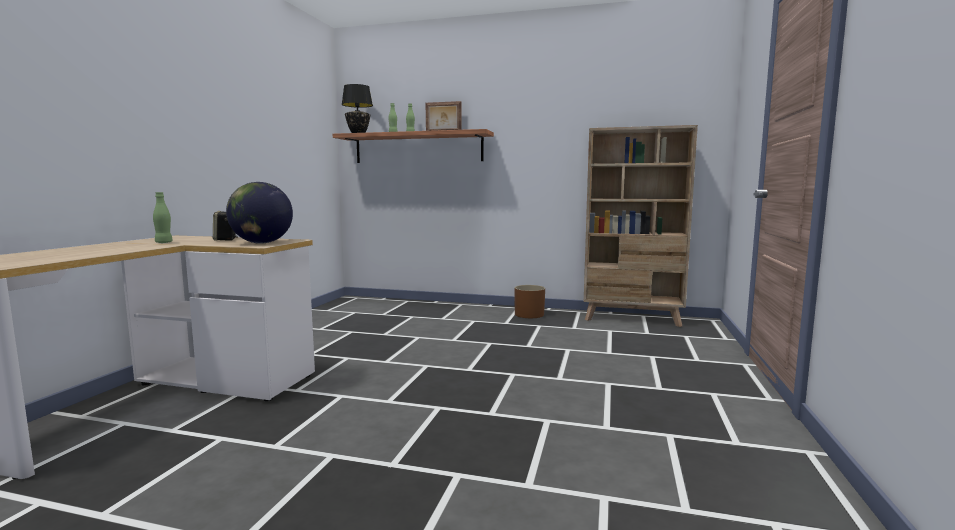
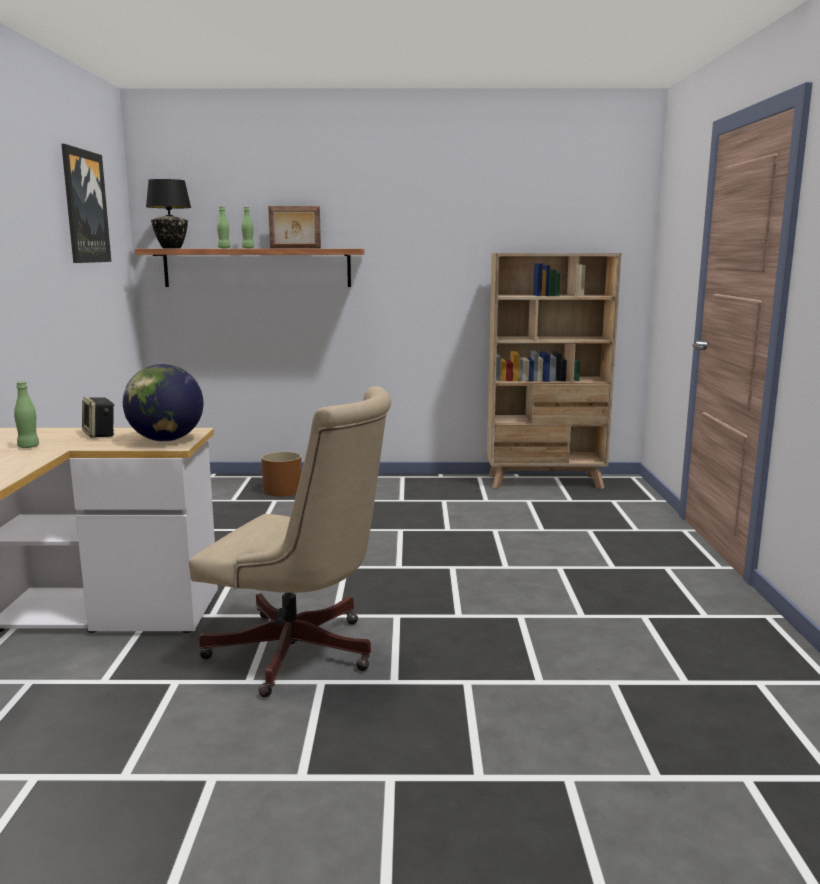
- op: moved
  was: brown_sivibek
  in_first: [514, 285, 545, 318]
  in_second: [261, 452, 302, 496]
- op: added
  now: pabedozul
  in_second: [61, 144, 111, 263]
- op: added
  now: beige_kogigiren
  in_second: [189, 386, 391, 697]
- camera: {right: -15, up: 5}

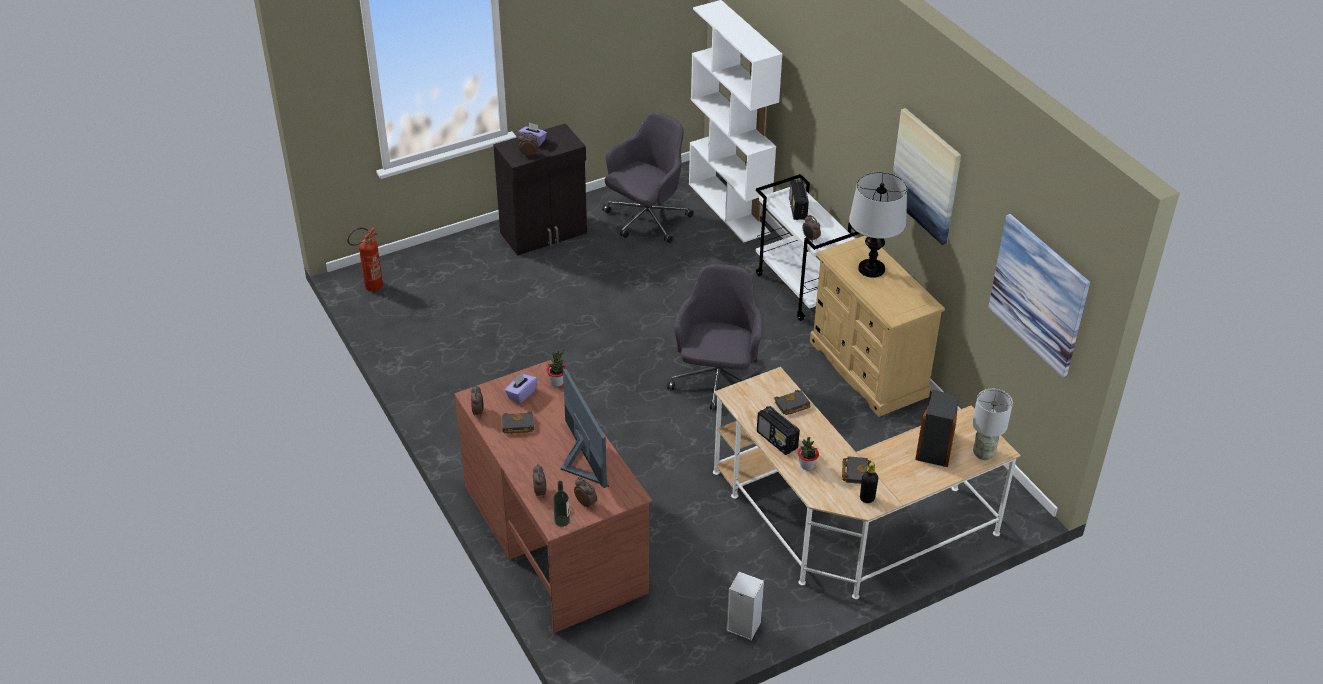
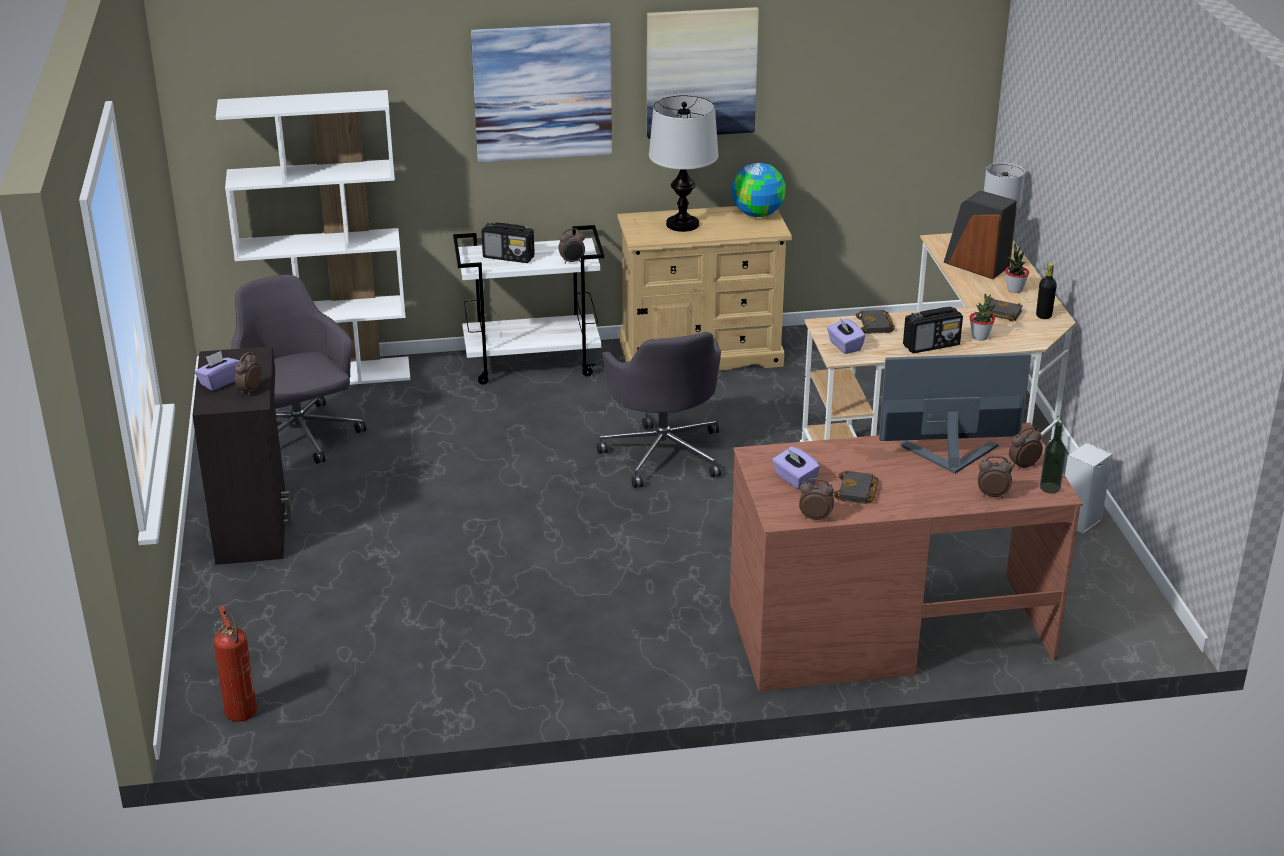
- op: moved
  was: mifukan
  in_first: [546, 350, 567, 387]
  in_second: [1005, 244, 1029, 293]
- op: turned
  was: grey_kogigiren
  in_first: [667, 264, 763, 410]
  in_second: [597, 332, 721, 488]
  clockwise: -135
- op: moved
  was: pabedozul
  in_first: [988, 214, 1090, 377]
  in_second: [471, 23, 612, 162]
- op: added
  now: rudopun
  in_second: [732, 163, 786, 217]
- op: added
  now: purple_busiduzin
  in_second: [827, 318, 865, 354]
- camera: {right: -70, up: -10}

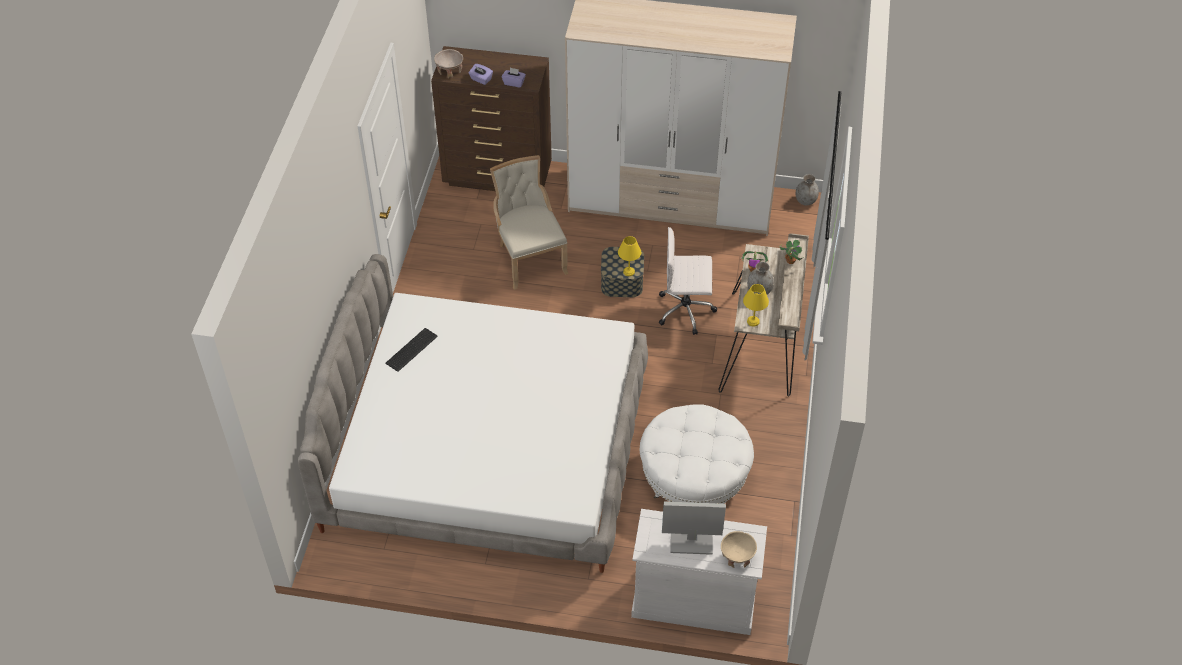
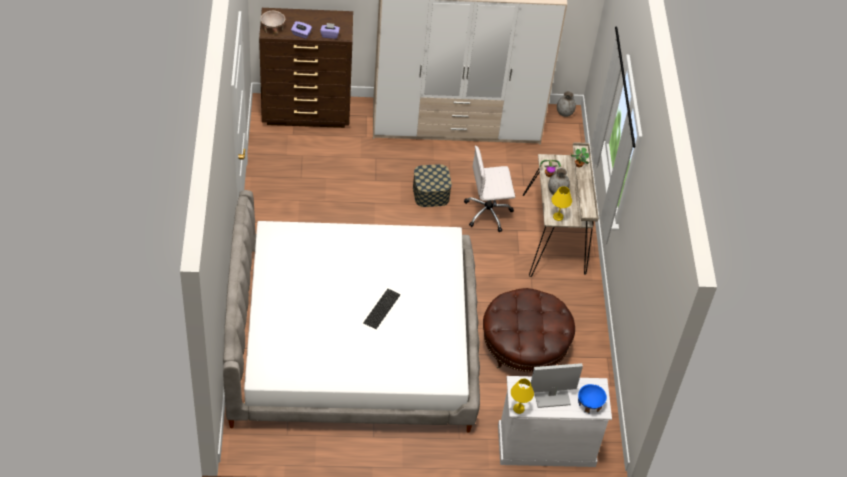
- op: moved
  was: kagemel
  in_first: [385, 328, 438, 372]
  in_second: [363, 289, 400, 329]
- op: removed
  was: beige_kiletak
  in_first: [490, 155, 568, 290]
- op: moved
  was: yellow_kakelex
  in_first: [618, 236, 641, 276]
  in_second: [511, 378, 534, 414]
- op: recoloured
  was: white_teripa
  now: brown_teripa
  in_first: [640, 404, 754, 504]
  in_second: [483, 288, 575, 372]
- op: recoloured
  was: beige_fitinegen
  now: blue_fitinegen
  in_first: [721, 531, 757, 568]
  in_second: [578, 384, 607, 414]
- camera: {right: -15, up: 0}

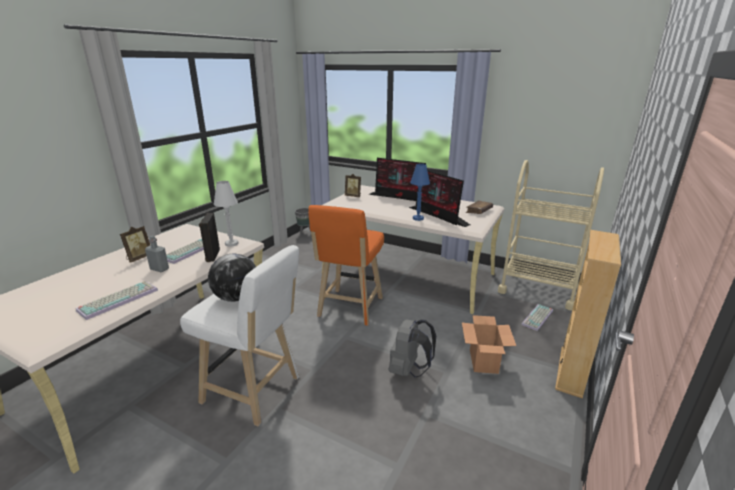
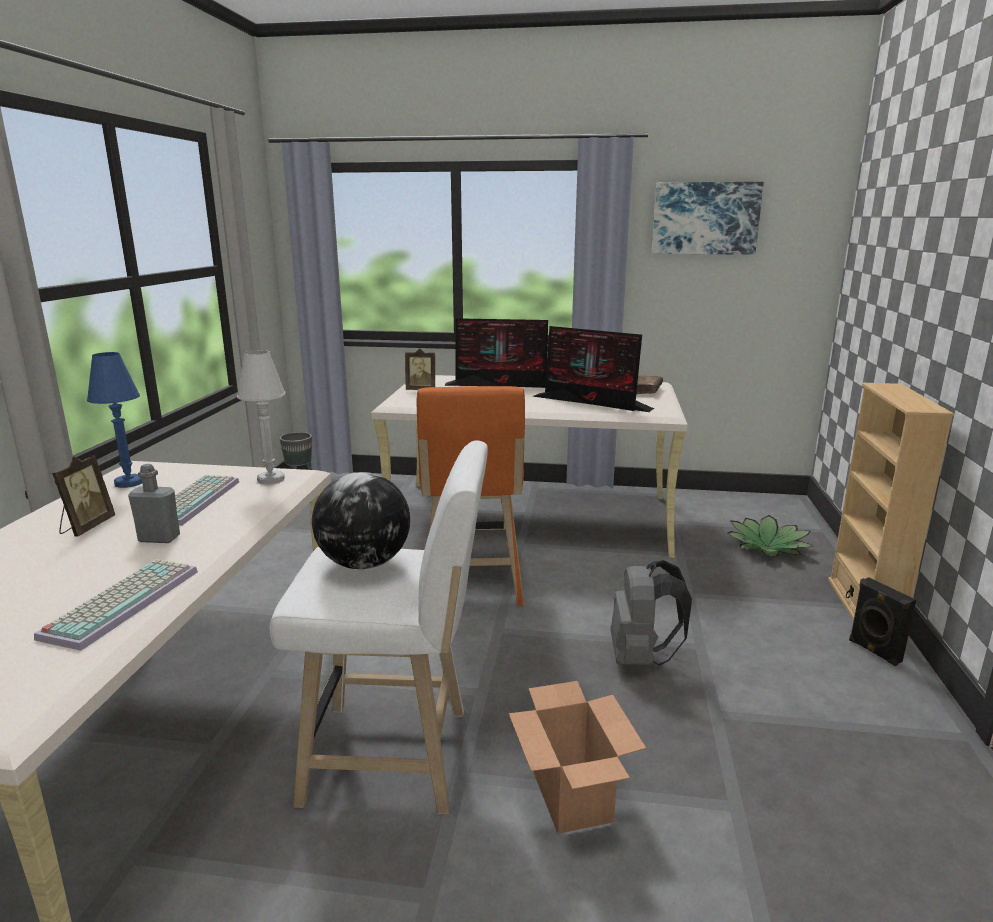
- op: moved
  was: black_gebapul
  in_first: [199, 213, 220, 262]
  in_second: [849, 577, 916, 666]
- op: moved
  was: blue_kakelex
  in_first: [410, 164, 430, 221]
  in_second: [87, 352, 142, 488]
- op: moved
  was: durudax
  in_first: [462, 315, 516, 374]
  in_second: [509, 681, 646, 834]
- op: removed
  was: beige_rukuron
  in_first: [498, 160, 604, 310]
- op: replaced
  was: kagemel
  now: mifukan
  in_first: [521, 304, 553, 331]
  in_second: [727, 515, 813, 557]
- op: added
  now: pabedozul
  in_second: [652, 182, 764, 255]
- camera: {right: -20, up: -5}

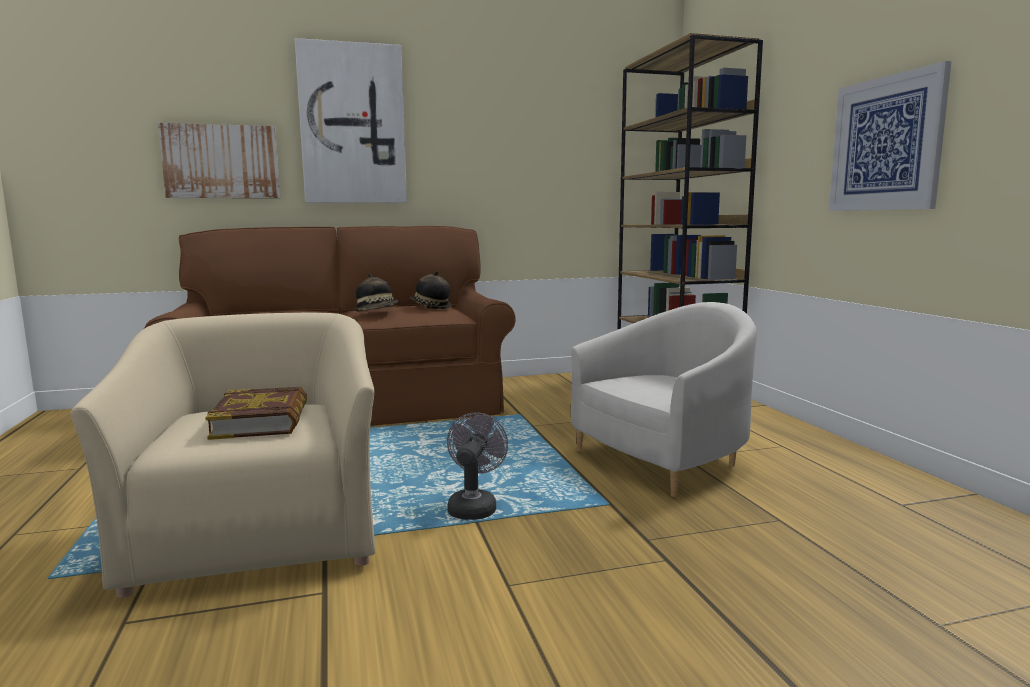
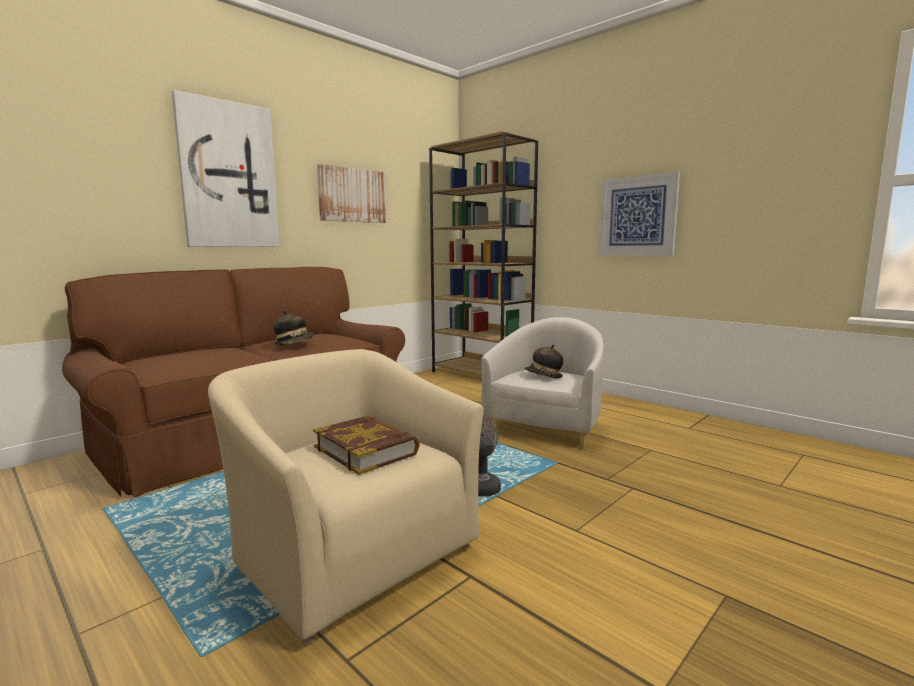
- op: moved
  was: pabedozul
  in_first: [158, 123, 280, 198]
  in_second: [317, 164, 387, 223]
- op: moved
  was: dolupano
  in_first: [410, 271, 452, 309]
  in_second: [525, 345, 563, 378]
- camera: {right: -30, up: 0}

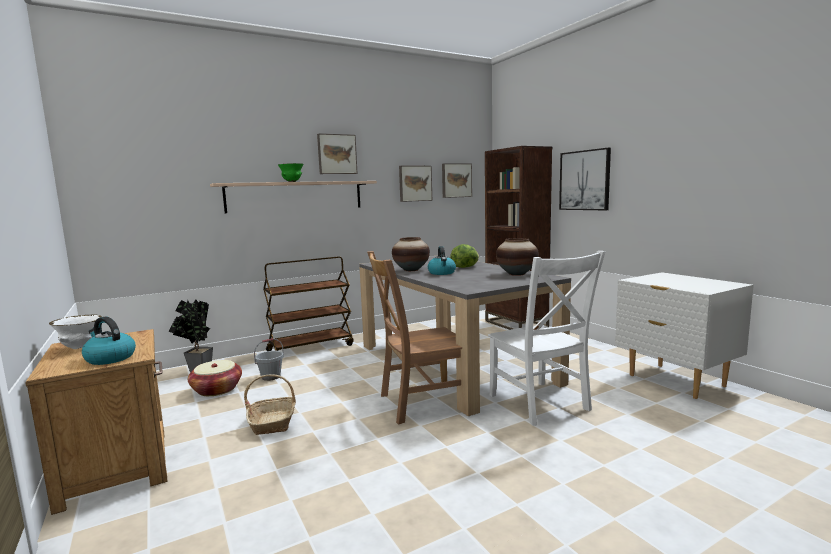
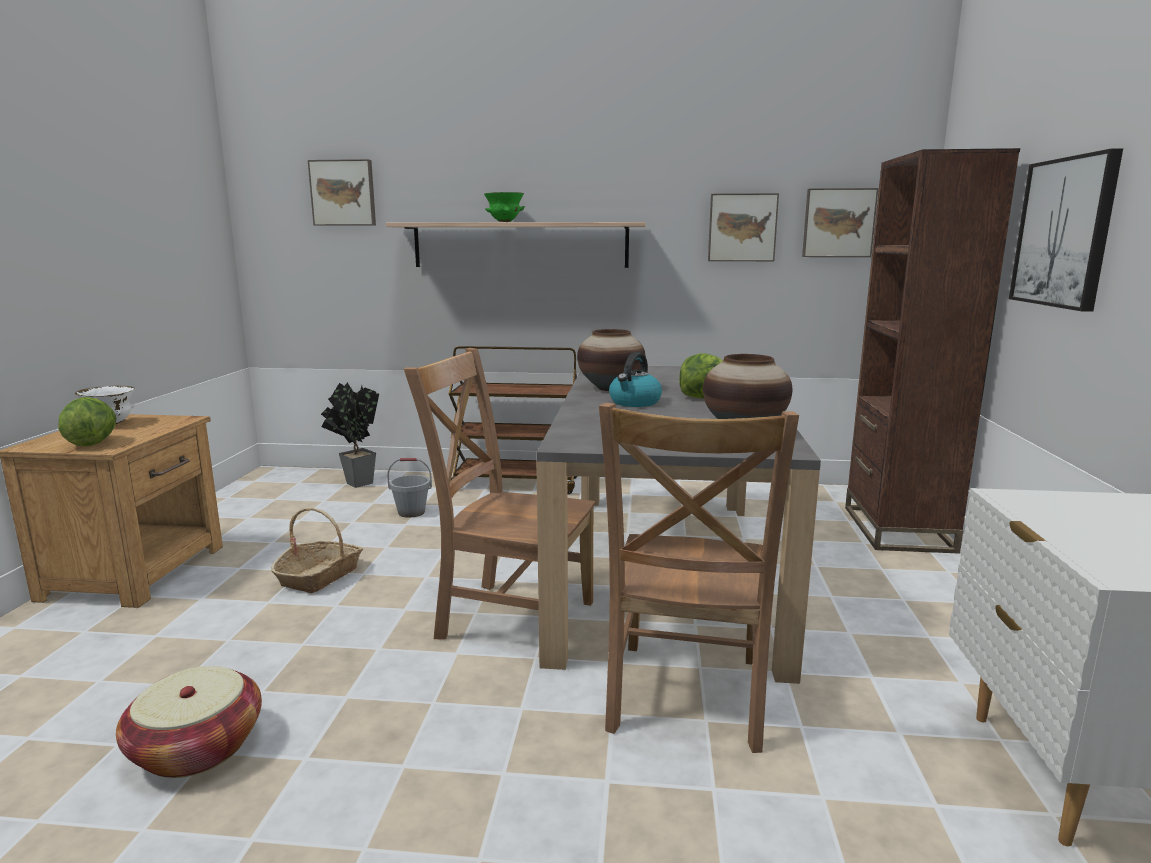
- op: replaced
  was: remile
  now: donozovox
  in_first: [82, 317, 136, 365]
  in_second: [58, 397, 116, 446]
- op: moved
  was: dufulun
  in_first: [188, 360, 242, 396]
  in_second: [116, 666, 262, 778]
- op: moved
  was: pabedozul
  in_first: [317, 133, 358, 174]
  in_second: [308, 159, 376, 226]
- op: recoloured
  was: white_kiletak
  now: brown_kiletak
  in_first: [488, 251, 606, 426]
  in_second: [599, 403, 799, 753]
- camera: {right: 35, up: 5}

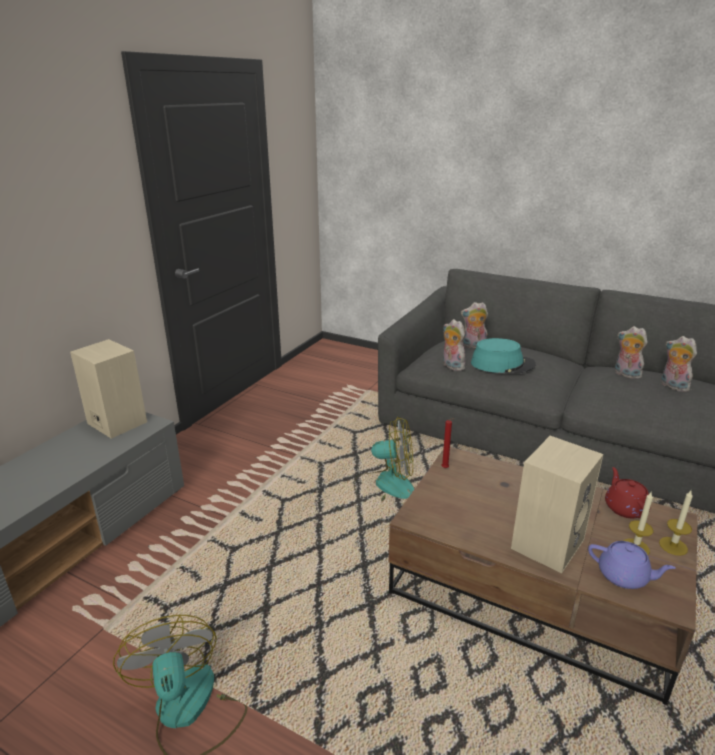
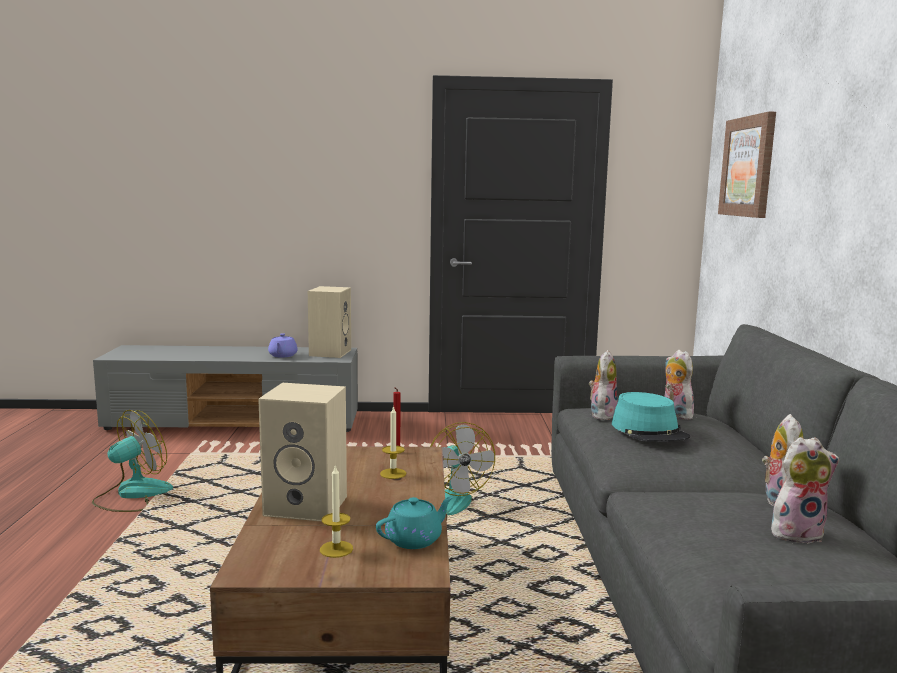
- op: moved
  was: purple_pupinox
  in_first: [588, 541, 676, 589]
  in_second: [268, 333, 298, 358]
- op: recoloured
  was: red_pupinox
  now: turquoise_pupinox
  in_first: [605, 467, 651, 518]
  in_second: [376, 496, 453, 549]
- op: moved
  was: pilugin
  in_first: [659, 491, 693, 556]
  in_second: [380, 406, 406, 479]
- op: turned
  was: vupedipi
  in_first: [661, 336, 697, 392]
  in_second: [771, 437, 840, 544]
  clockwise: 60
- op: added
  now: pabedozul
  in_second: [718, 112, 776, 218]
- camera: {right: 60, up: -15}

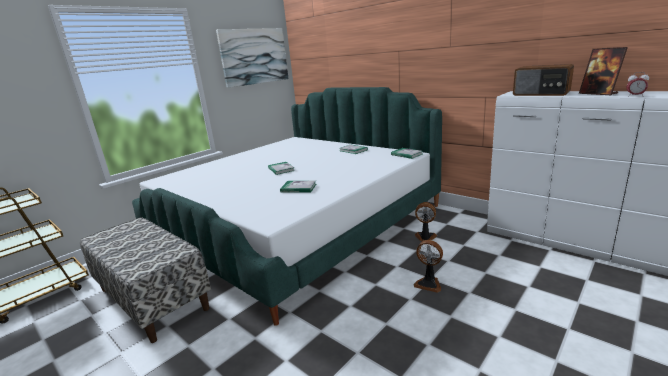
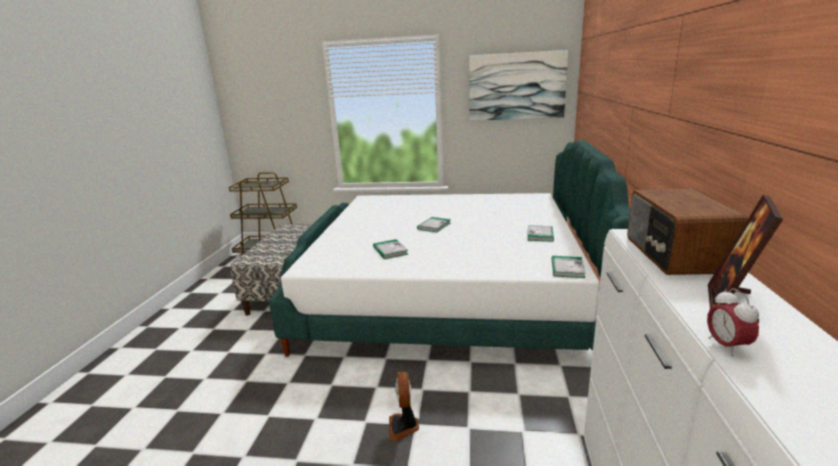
- op: removed
  was: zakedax
  in_first: [415, 202, 437, 241]
- camera: {right: 55, up: 0}

